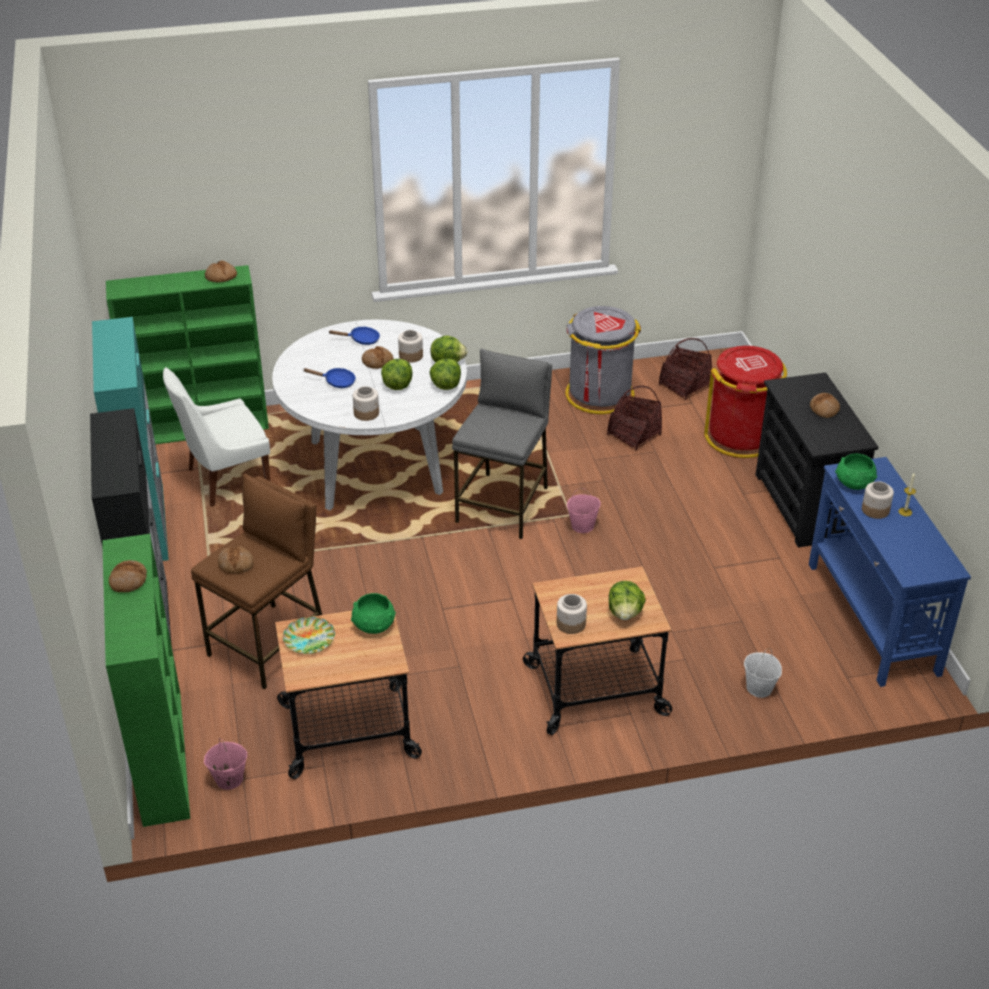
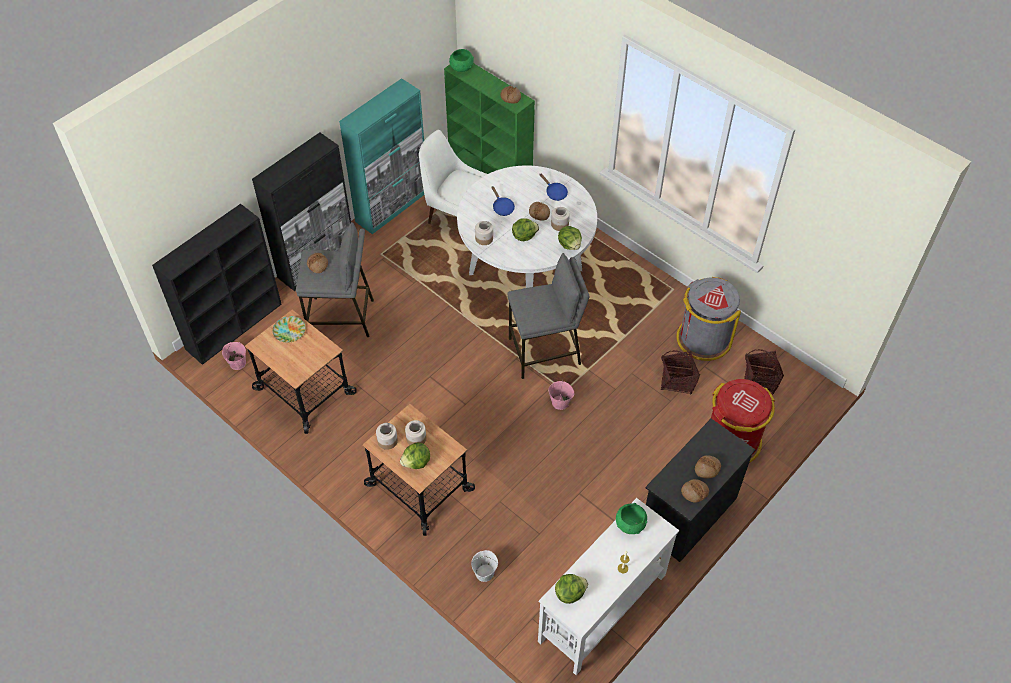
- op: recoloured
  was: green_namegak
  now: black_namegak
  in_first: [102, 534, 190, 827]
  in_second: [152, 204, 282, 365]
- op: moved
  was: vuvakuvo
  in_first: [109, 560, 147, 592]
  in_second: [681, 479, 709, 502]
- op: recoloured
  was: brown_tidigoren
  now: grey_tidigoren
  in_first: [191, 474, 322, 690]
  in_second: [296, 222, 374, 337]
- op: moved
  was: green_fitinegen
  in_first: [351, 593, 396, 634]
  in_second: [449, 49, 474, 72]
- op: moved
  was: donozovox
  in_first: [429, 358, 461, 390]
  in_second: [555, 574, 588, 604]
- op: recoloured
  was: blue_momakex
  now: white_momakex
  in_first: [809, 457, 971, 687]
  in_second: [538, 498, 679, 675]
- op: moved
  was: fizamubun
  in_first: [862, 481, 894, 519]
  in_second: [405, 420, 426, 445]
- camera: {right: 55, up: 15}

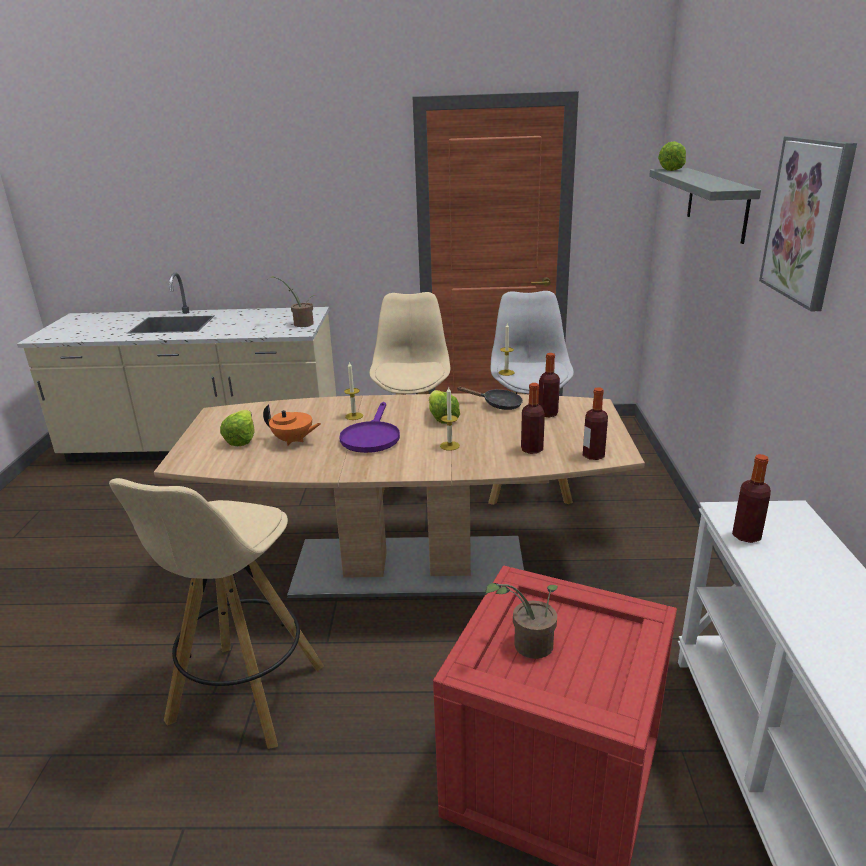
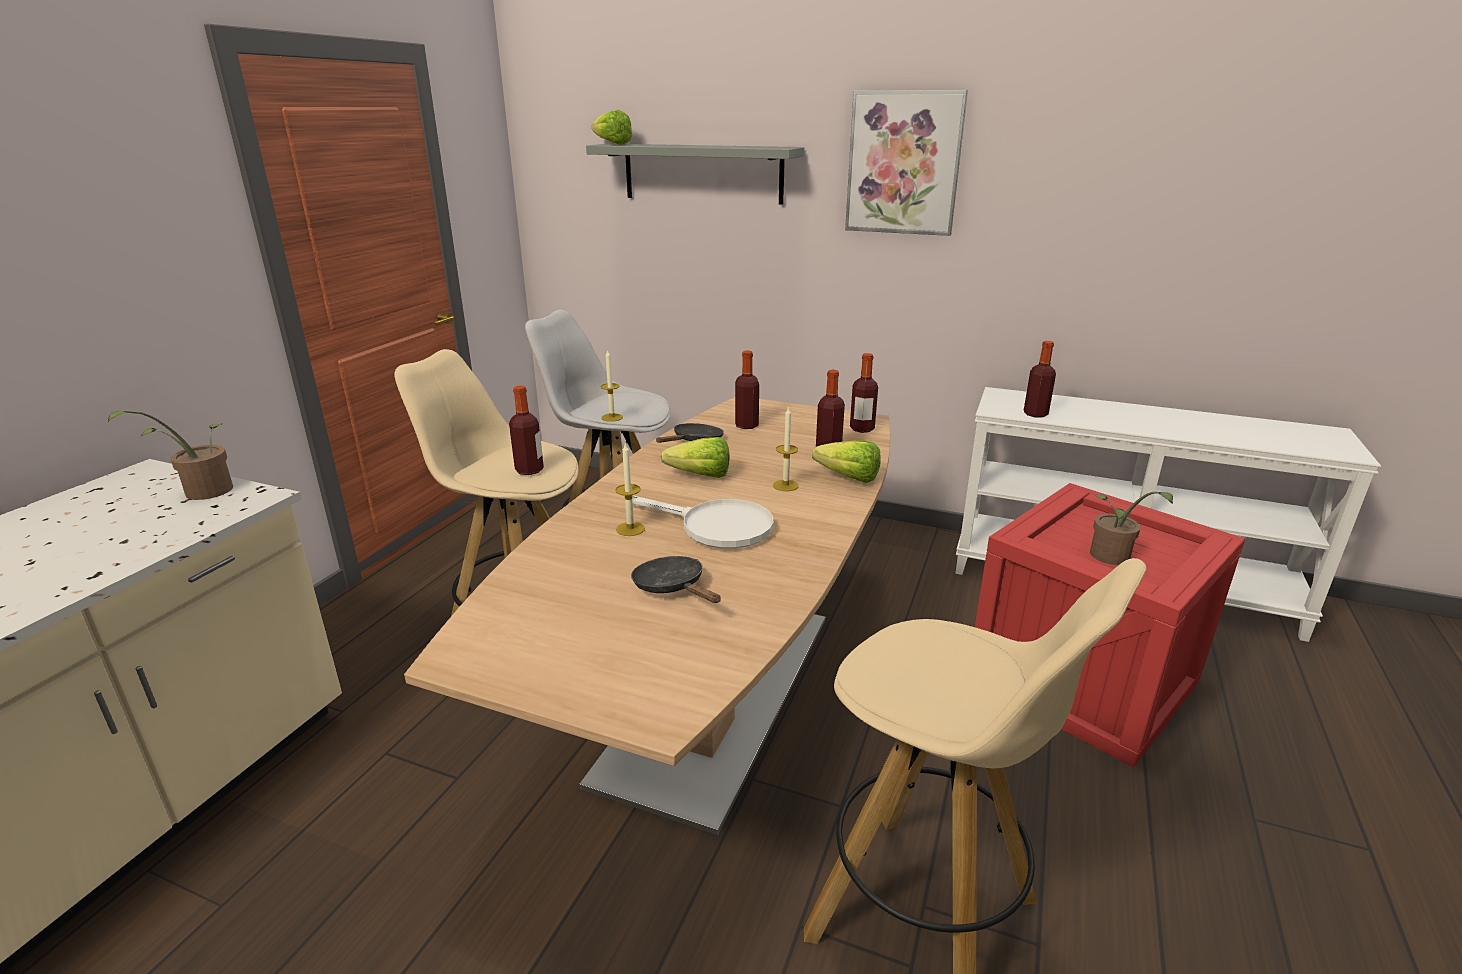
- op: moved
  was: donozovox
  in_first: [220, 410, 254, 446]
  in_second: [812, 441, 881, 483]
- op: replaced
  was: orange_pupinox
  now: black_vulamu
  in_first: [263, 405, 321, 446]
  in_second: [631, 556, 721, 603]
- op: recoloured
  was: purple_vulamu
  now: white_vulamu
  in_first: [339, 402, 400, 453]
  in_second: [632, 495, 774, 549]
- op: added
  now: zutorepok
  in_second: [509, 386, 544, 475]
- camera: {right: -70, up: 0}

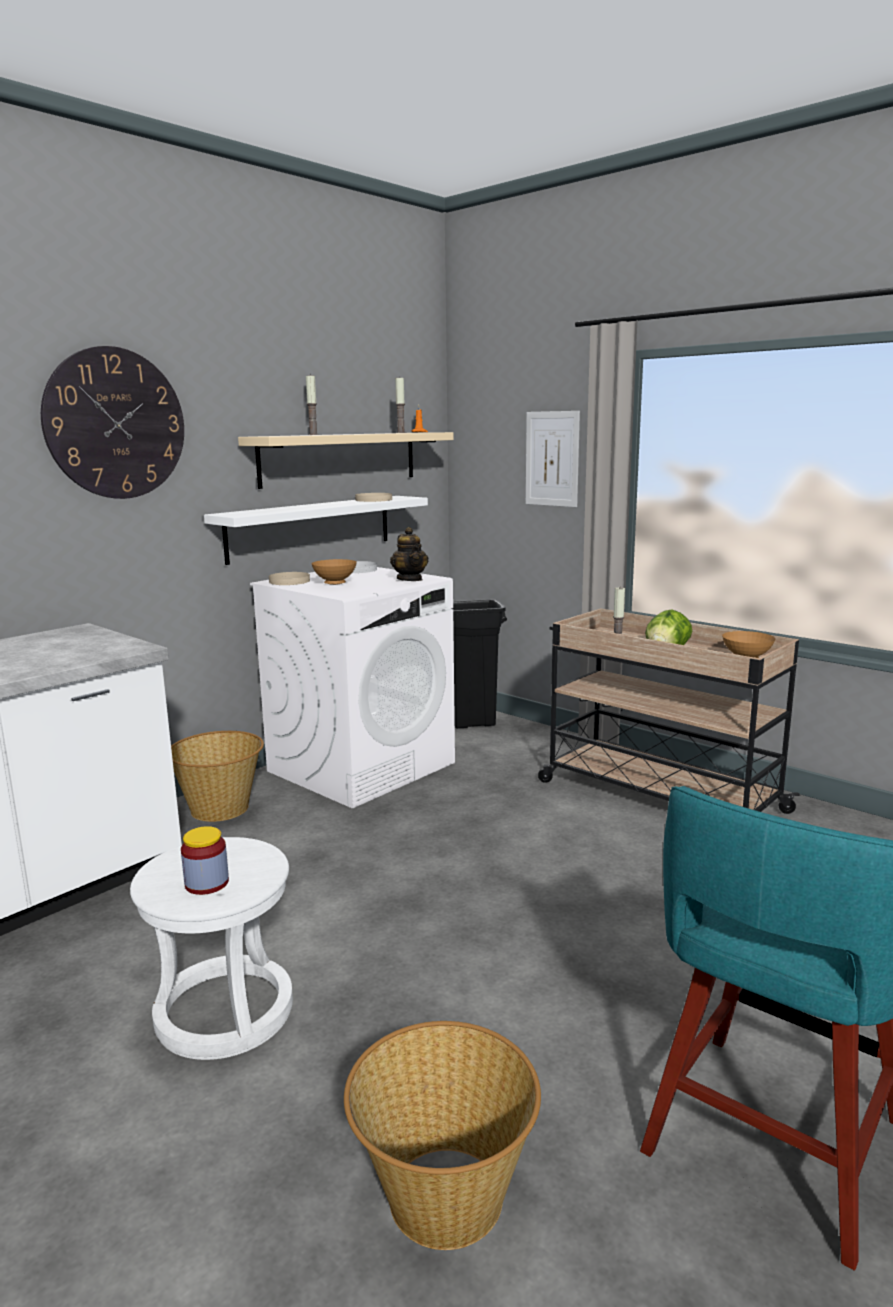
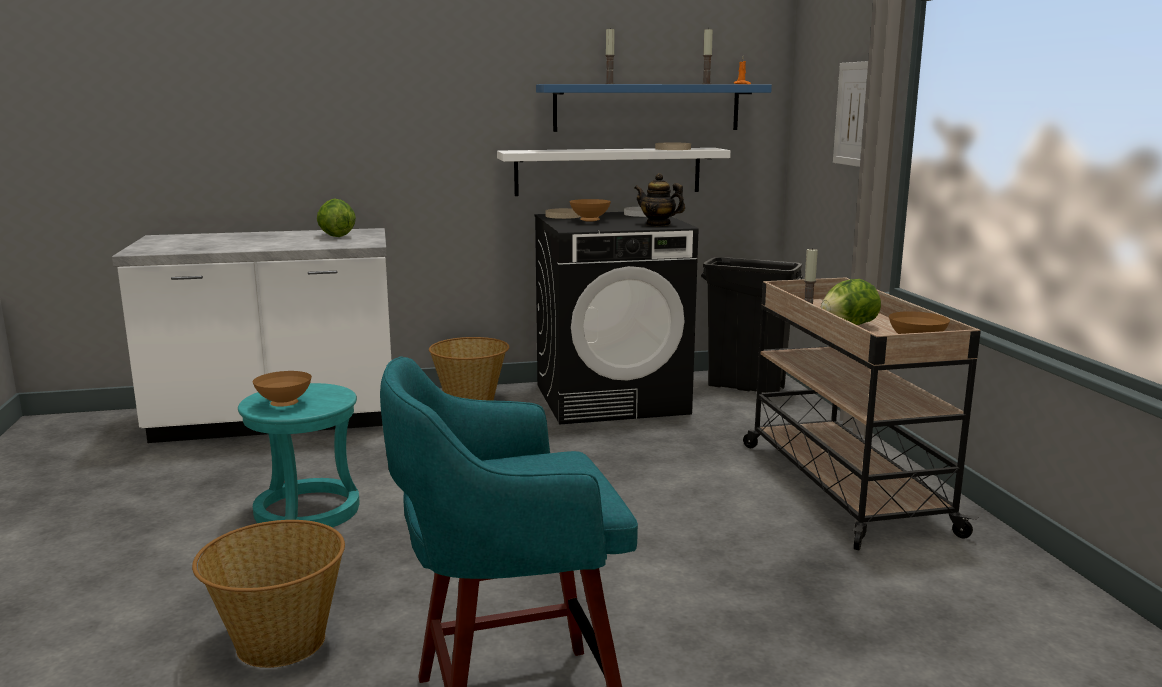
- op: removed
  was: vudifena
  in_first: [41, 346, 184, 499]
- op: recoloured
  was: white_tidigoren
  now: turquoise_tidigoren
  in_first: [130, 837, 293, 1060]
  in_second: [238, 383, 360, 528]
- op: replaced
  was: fizamubun
  now: brown_fitinegen
  in_first: [181, 826, 229, 895]
  in_second: [253, 371, 312, 407]
- op: recoloured
  was: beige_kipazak
  now: blue_kipazak
  in_first: [238, 432, 454, 489]
  in_second: [536, 84, 772, 132]
- op: recoloured
  was: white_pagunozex
  now: black_pagunozex
  in_first: [250, 567, 455, 808]
  in_second: [534, 212, 698, 424]
- op: turned
  was: pupinox
  in_first: [390, 527, 428, 581]
  in_second: [634, 173, 685, 226]
  clockwise: 105
- op: added
  now: donozovox
  in_second: [317, 198, 356, 237]
- camera: {right: 35, up: 0}

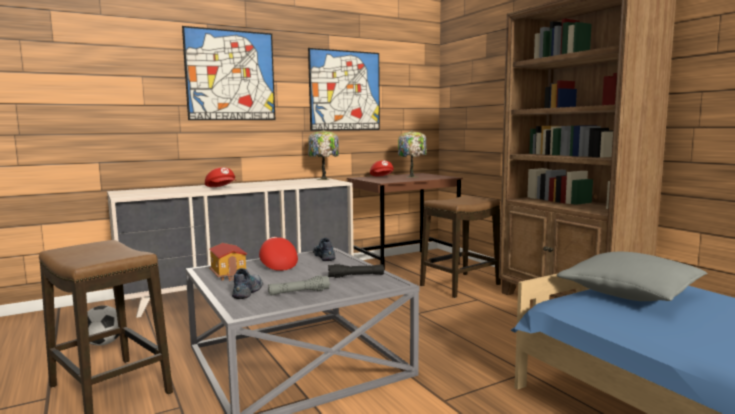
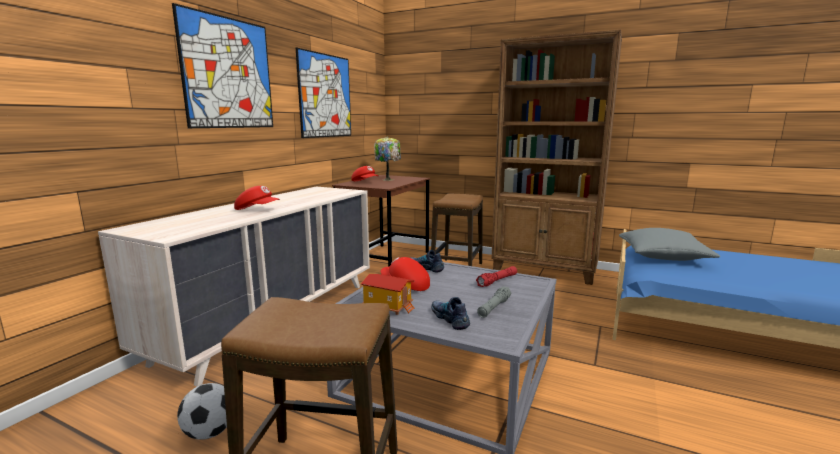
- op: removed
  was: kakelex
  in_first: [308, 130, 339, 180]
- op: recoloured
  was: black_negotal
  now: red_negotal
  in_first: [328, 264, 384, 278]
  in_second: [476, 266, 517, 287]
- camera: {right: -35, up: 5}

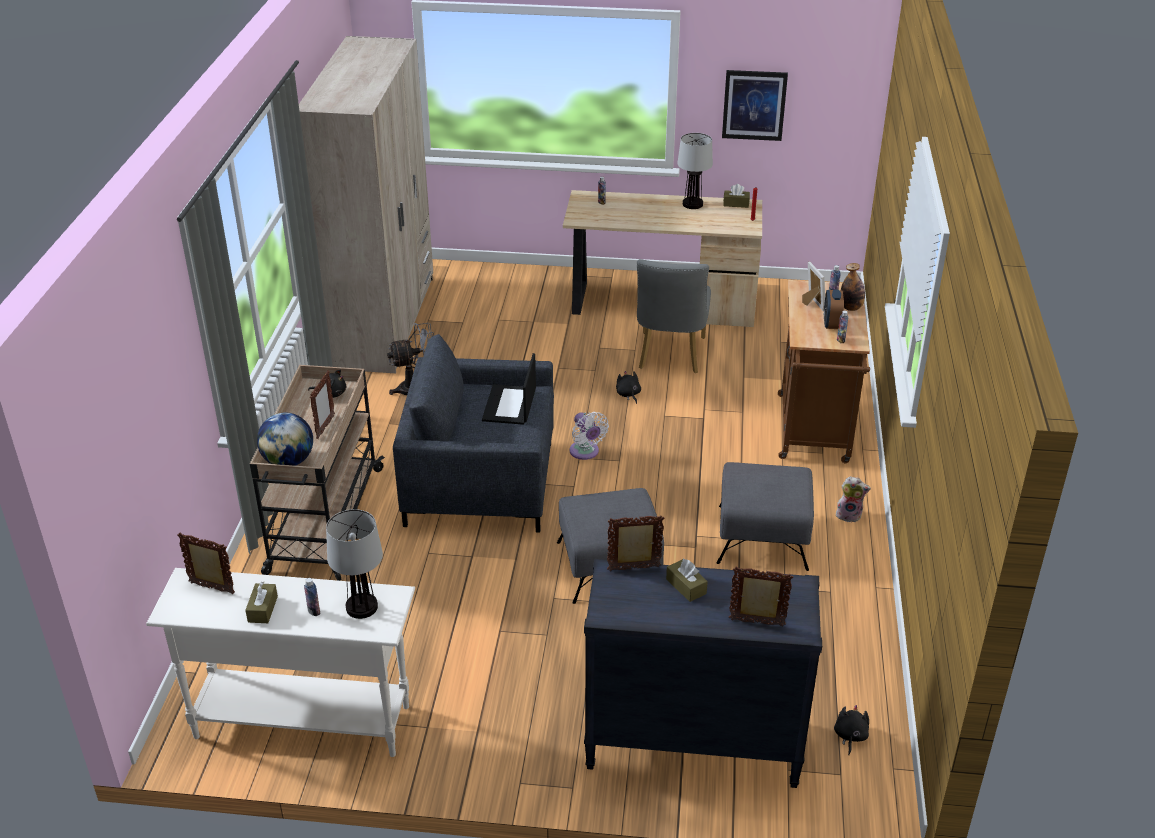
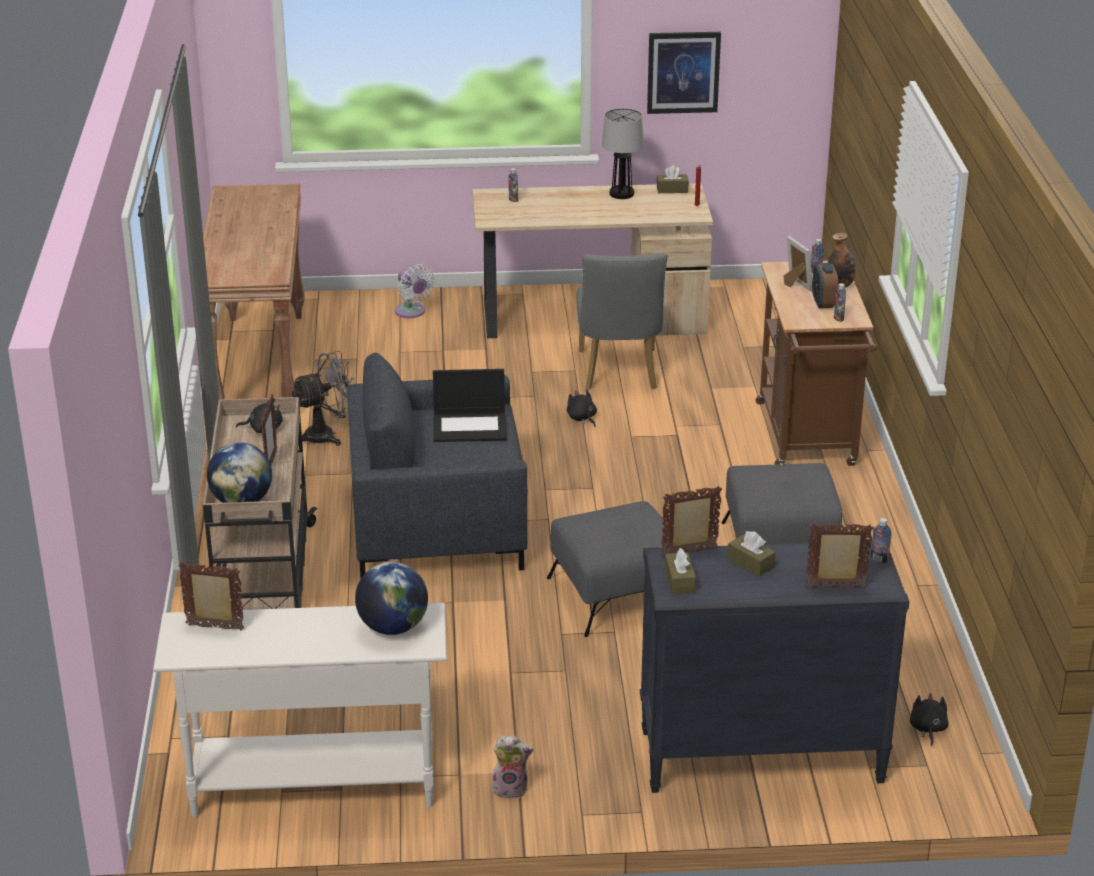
- op: moved
  was: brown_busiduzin
  in_first: [245, 582, 278, 623]
  in_second: [665, 548, 696, 595]
- op: replaced
  was: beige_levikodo
  now: brown_momakex
  in_first: [299, 36, 433, 373]
  in_second: [203, 184, 305, 399]
- op: moved
  was: zutorepok
  in_first: [304, 578, 320, 616]
  in_second: [871, 518, 892, 563]
- op: replaced
  was: kakelex
  now: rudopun
  in_first: [326, 509, 383, 619]
  in_second: [355, 562, 428, 635]
- op: turned
  was: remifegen
  in_first: [482, 353, 536, 425]
  in_second: [433, 369, 507, 442]
  clockwise: -90
- op: moved
  was: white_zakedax
  in_first: [570, 412, 609, 460]
  in_second: [395, 264, 435, 318]
- op: moved
  was: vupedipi
  in_first: [835, 476, 871, 522]
  in_second: [492, 735, 533, 799]
- camera: {right: -10, up: -5}

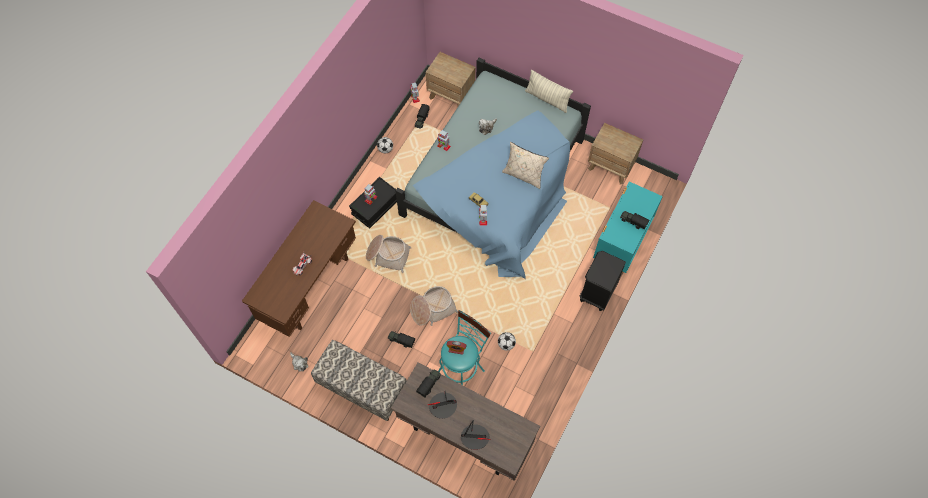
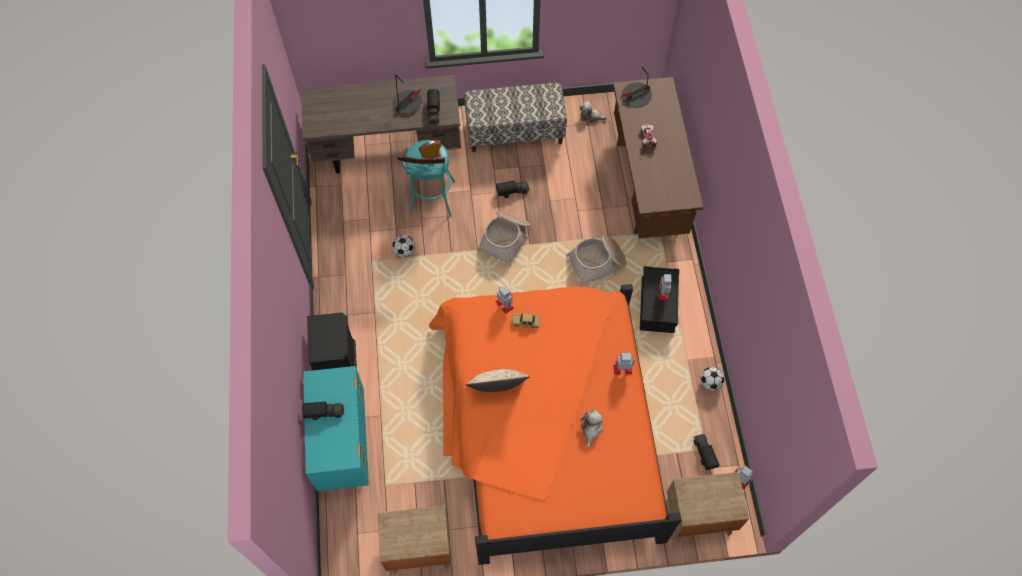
- op: recoloured
  was: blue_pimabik
  now: orange_pimabik
  in_first: [396, 58, 591, 280]
  in_second: [429, 284, 681, 565]
- op: moved
  was: kakelex
  in_first: [461, 420, 490, 450]
  in_second: [622, 67, 652, 108]
- op: removed
  was: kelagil
  in_first: [525, 70, 573, 113]
- camera: {right: 145, up: 0}

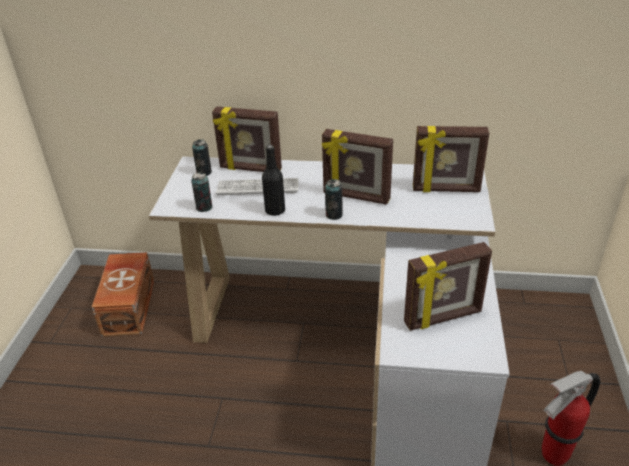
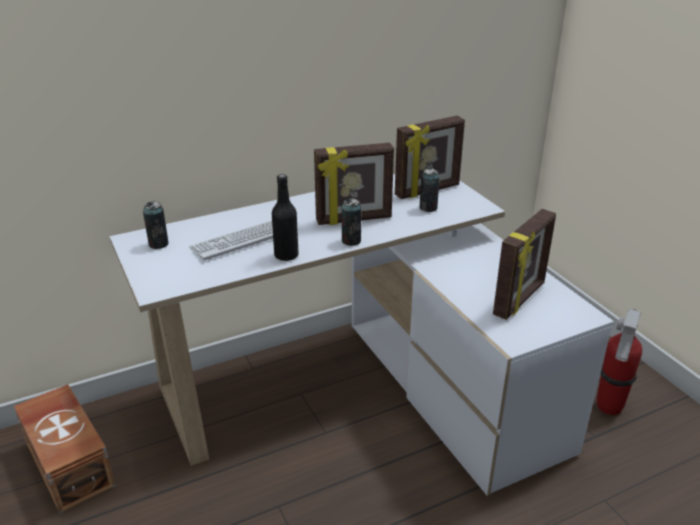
- op: moved
  was: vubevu
  in_first: [191, 172, 212, 212]
  in_second: [420, 168, 440, 212]
- op: removed
  was: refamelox
  in_first: [212, 107, 282, 172]
- camera: {right: -35, up: -5}

